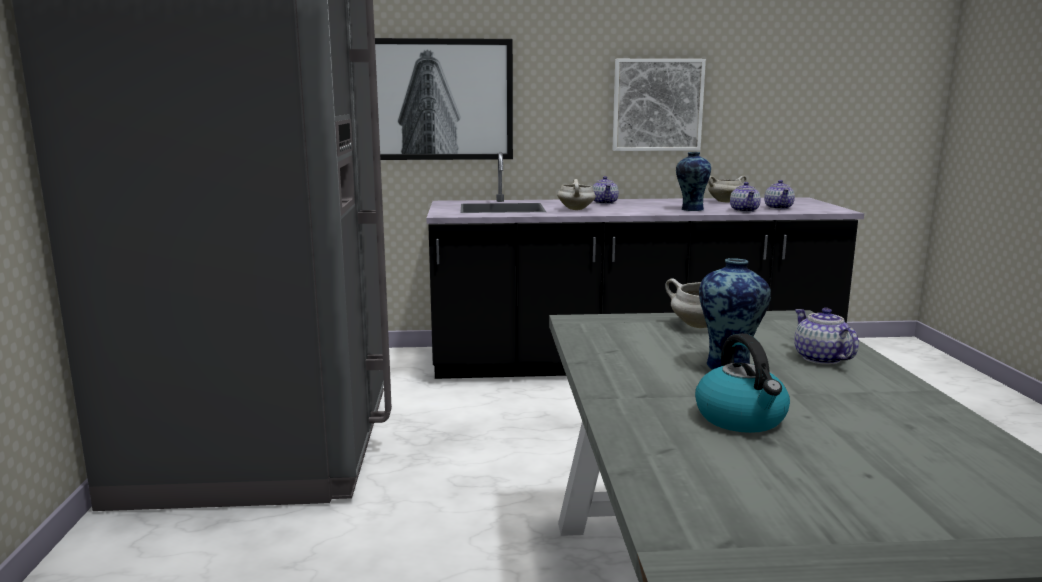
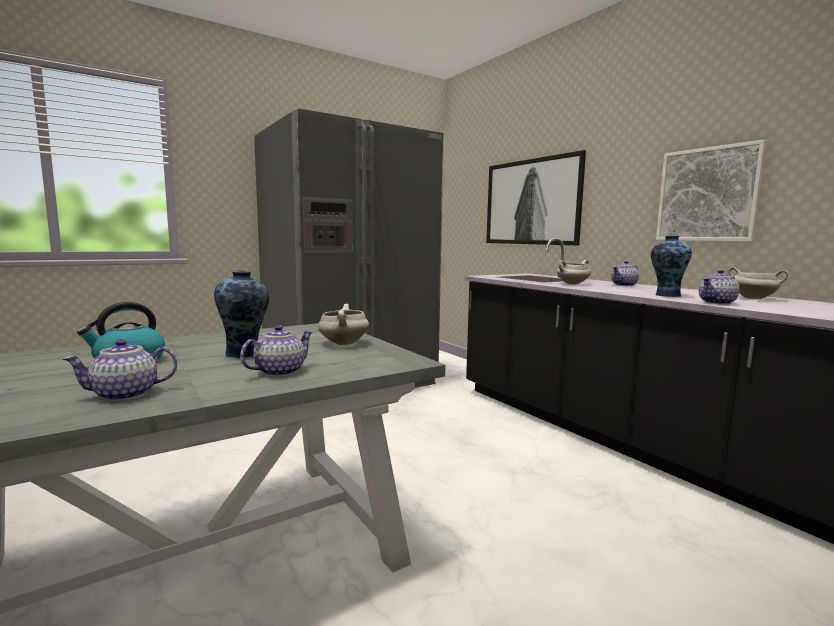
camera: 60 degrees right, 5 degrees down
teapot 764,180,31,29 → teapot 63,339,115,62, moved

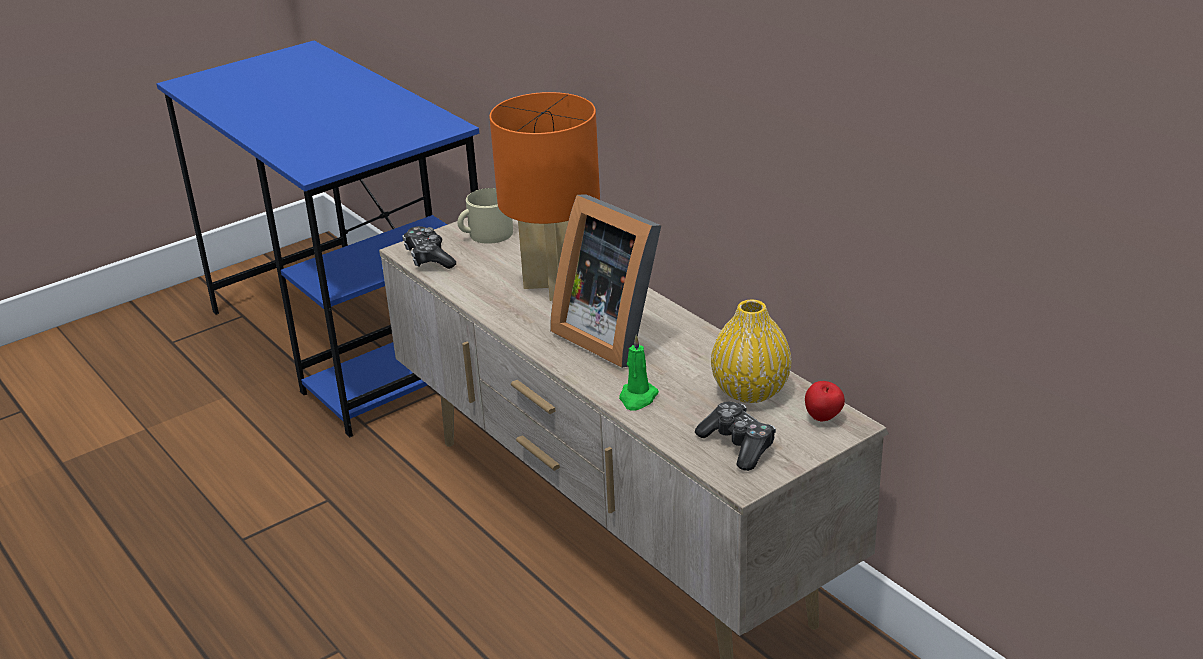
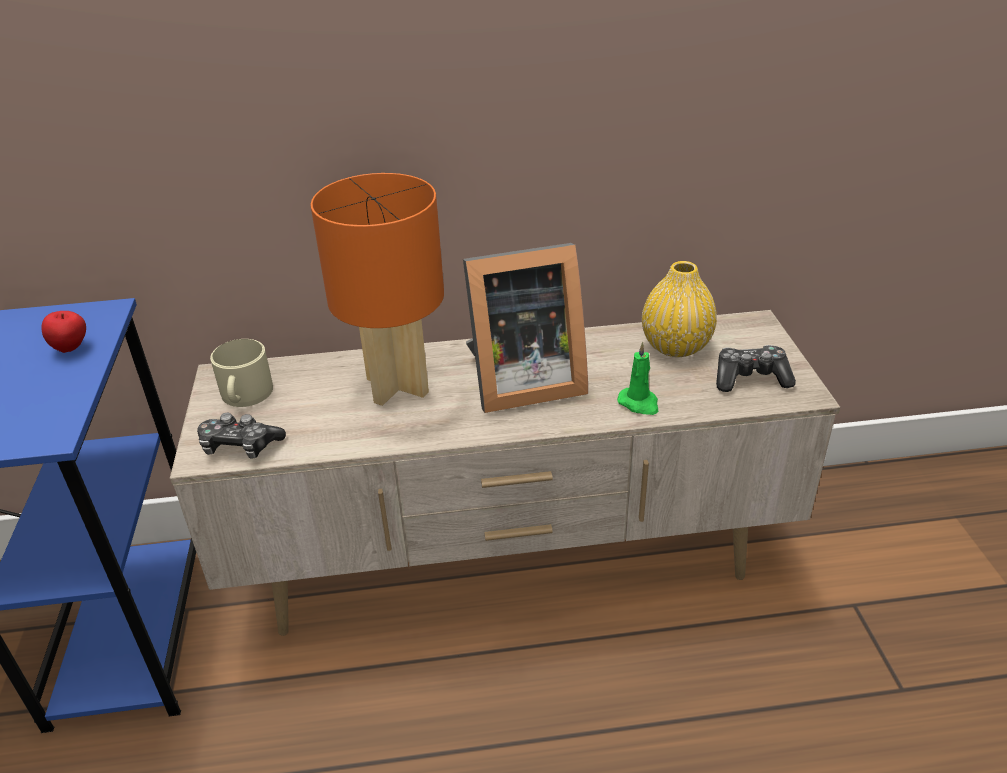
camera: 60 degrees left, 5 degrees up
apple 805,381,40,40 → apple 41,311,45,42, moved

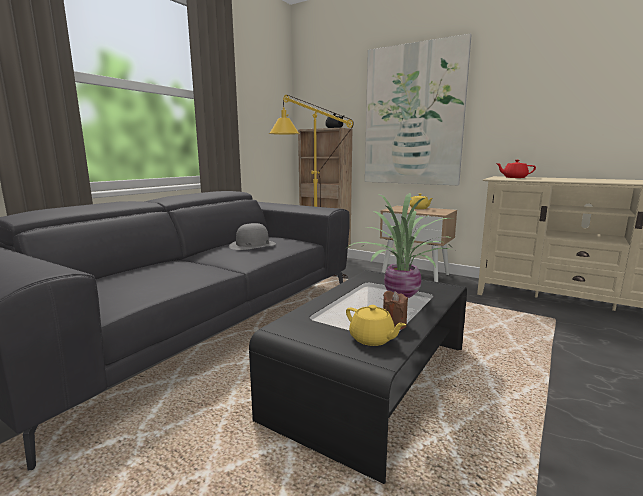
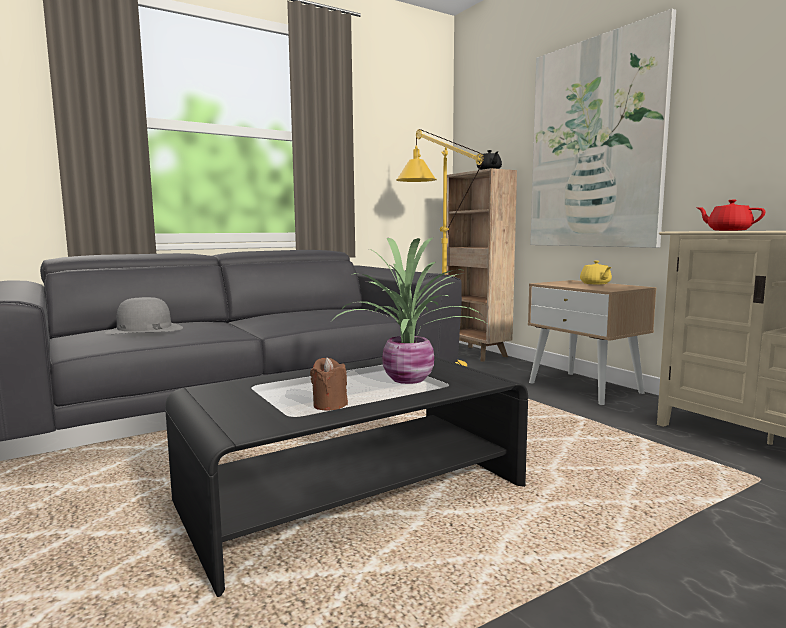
camera: 25 degrees right, 5 degrees down
hat/grey 229,223,47,27 → hat/grey 105,297,78,37, moved
teapot/yellow 346,305,60,41 → -

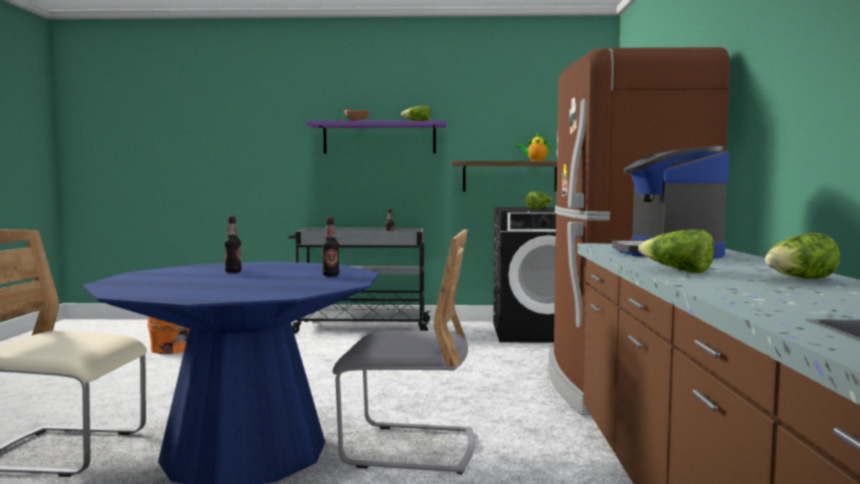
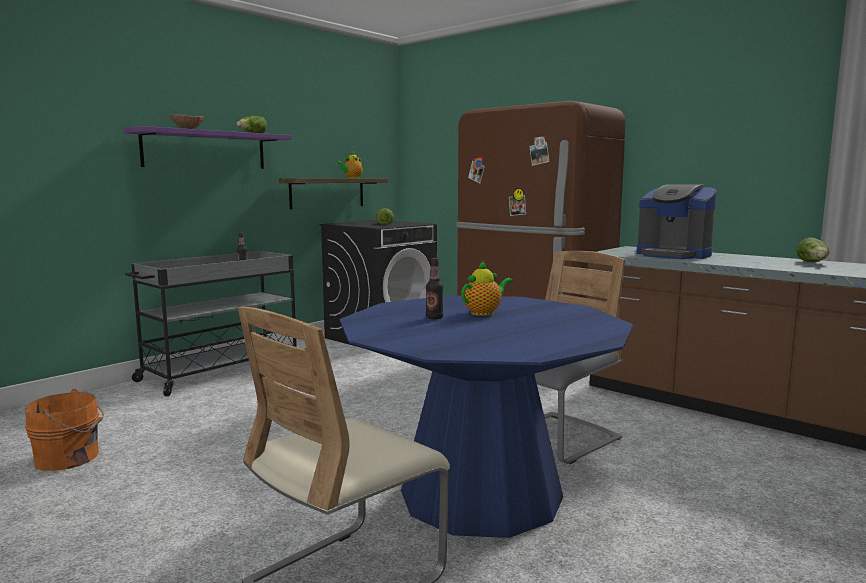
camera: 50 degrees left, 5 degrees up
- → teapot 461,261,51,55
bottle 322,217,17,59 → -
lettuce 638,230,76,43 → -

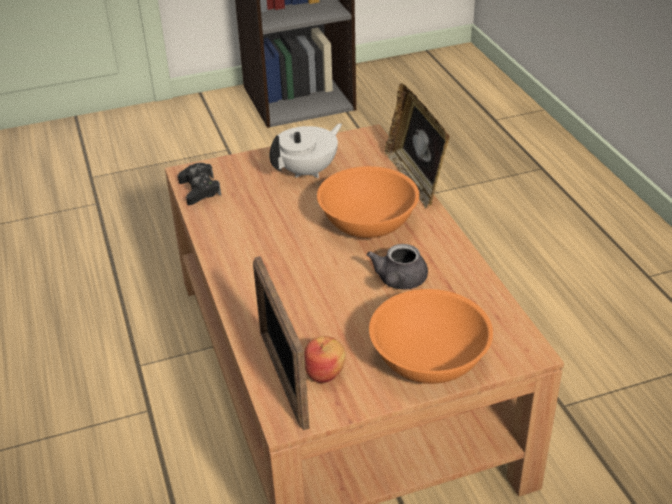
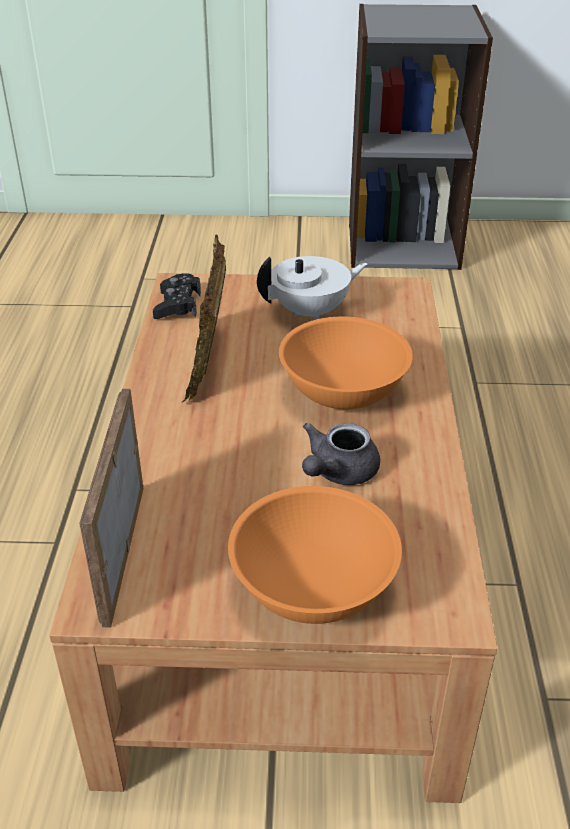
camera: 20 degrees right, 0 degrees up
picture frame 384,83,66,125 → picture frame 181,234,45,169, moved
apple 304,336,42,47 → -

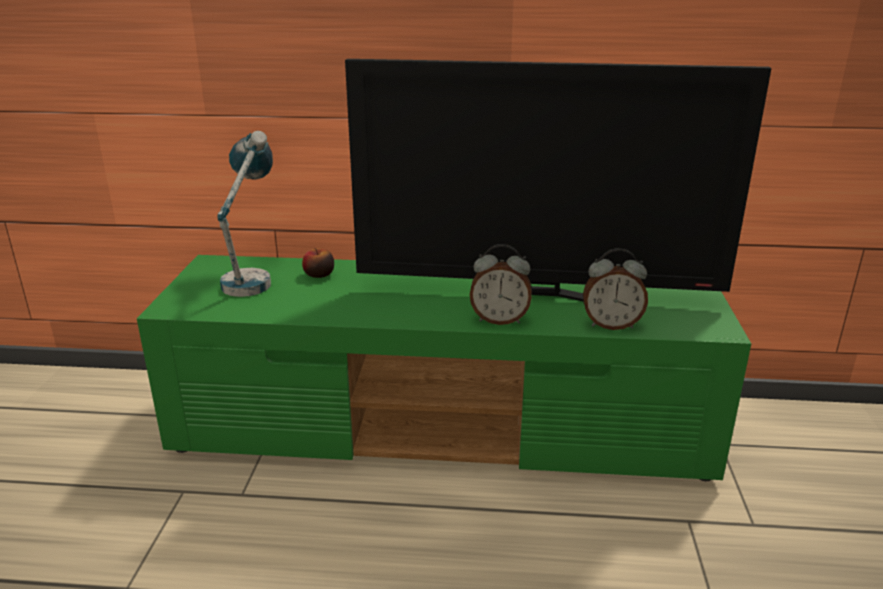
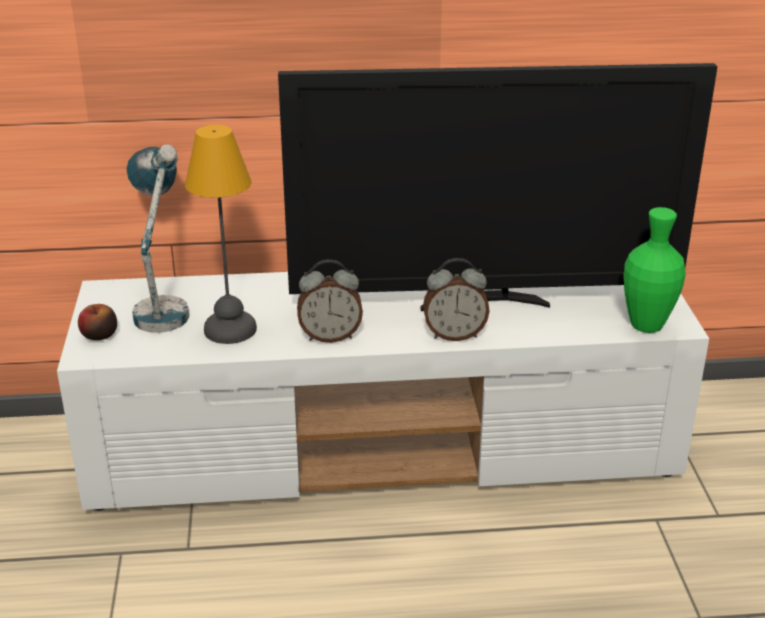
camera: 10 degrees left, 5 degrees up
tv stand/green 137,255,614,226 → tv stand/white 57,272,652,239
apple 302,248,32,30 → apple 78,304,39,36, moved
- → table lamp 185,125,72,219
alarm clock 583,248,65,82 → alarm clock 297,259,66,84, moved
- → vase/green 624,207,62,126

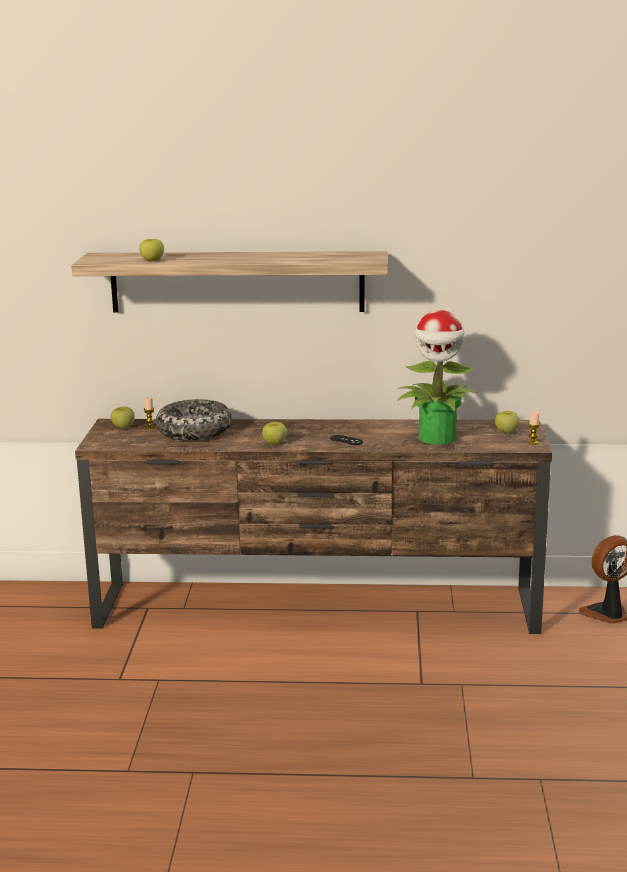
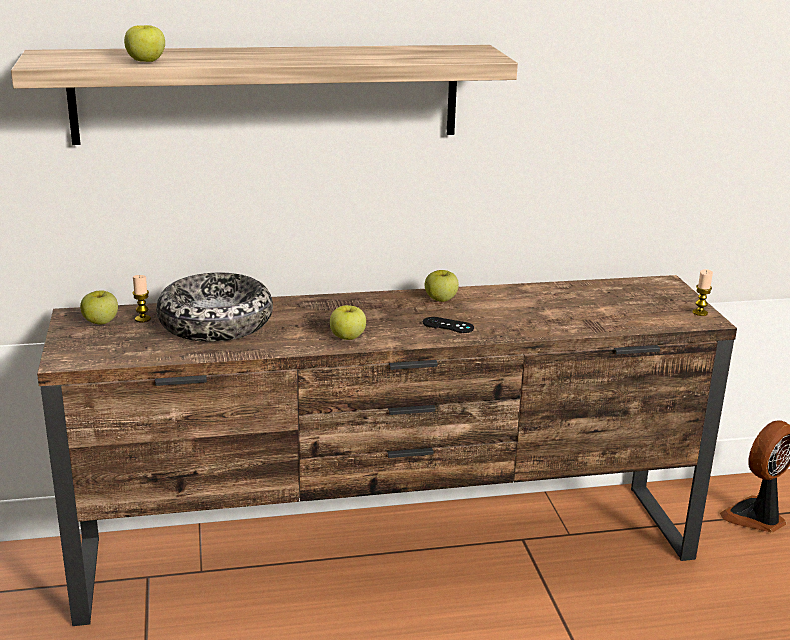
camera: 15 degrees left, 5 degrees up
apple 495,411,24,22 → apple 425,270,34,32, moved
potted plant 397,310,80,135 → -

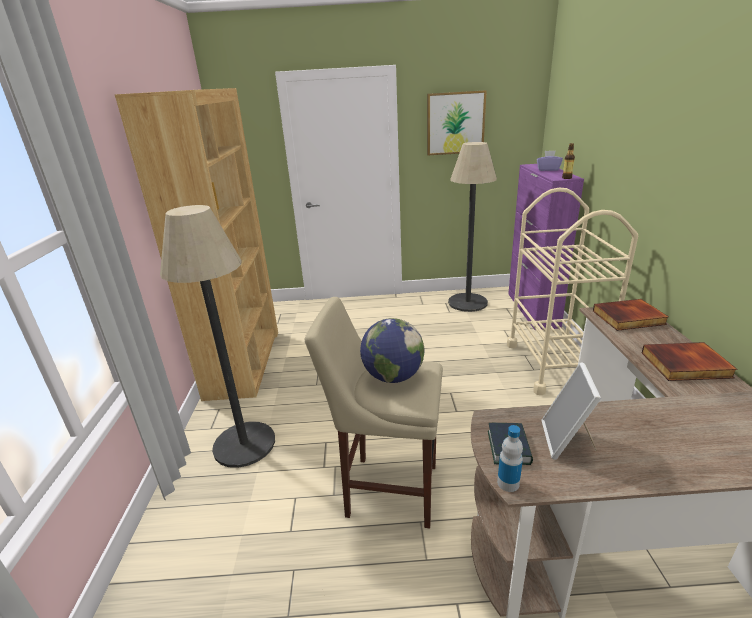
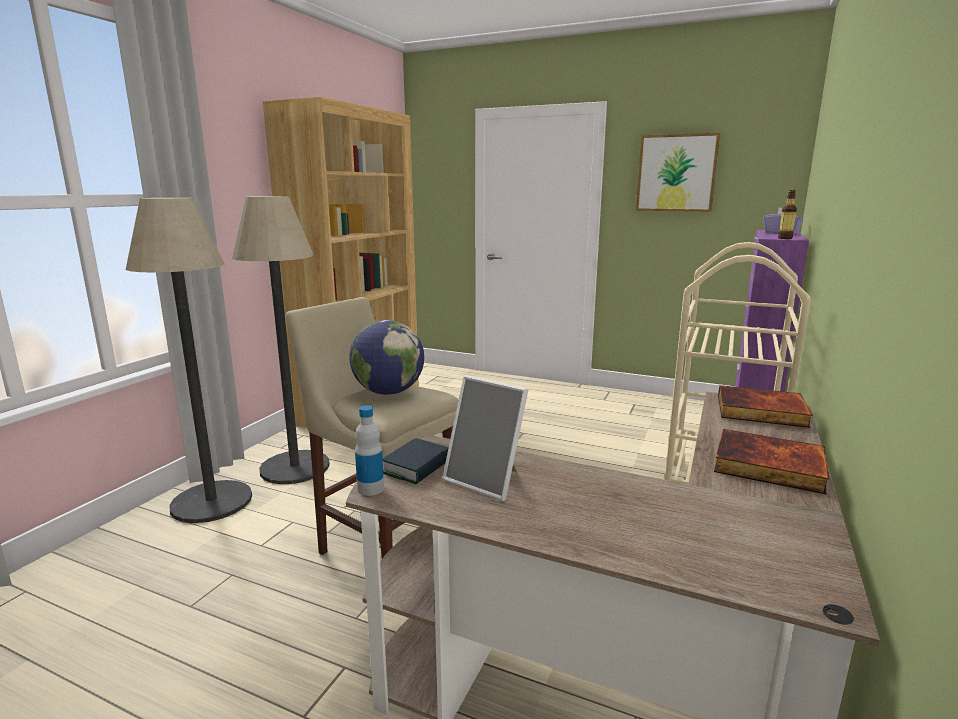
camera: 25 degrees right, 10 degrees down
floor lamp 448,142,49,170 → floor lamp 126,198,126,325, moved
picture frame 542,362,59,98 → picture frame 442,375,86,126, 90 degrees counterclockwise

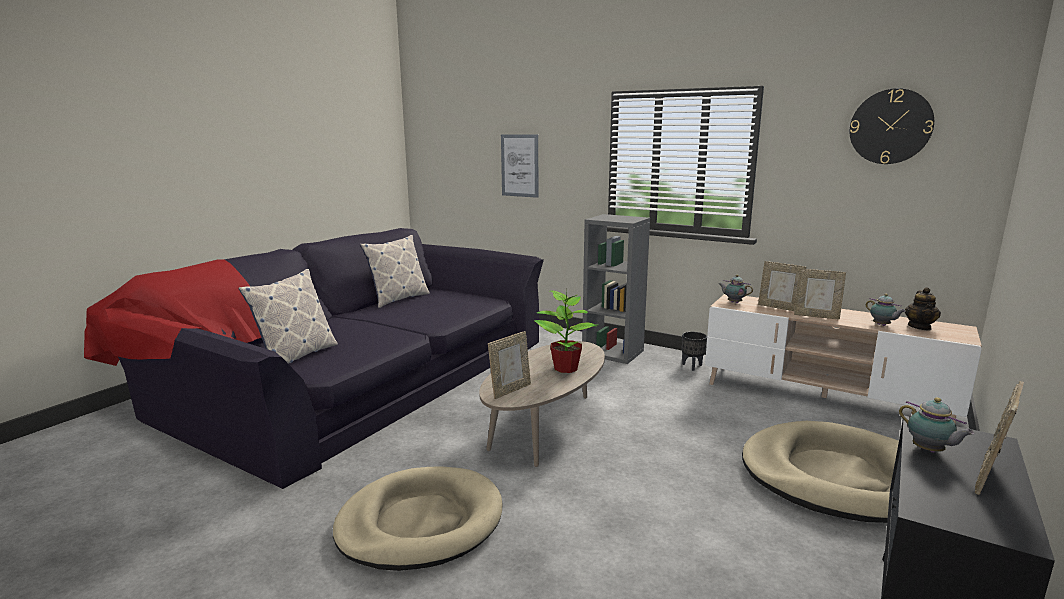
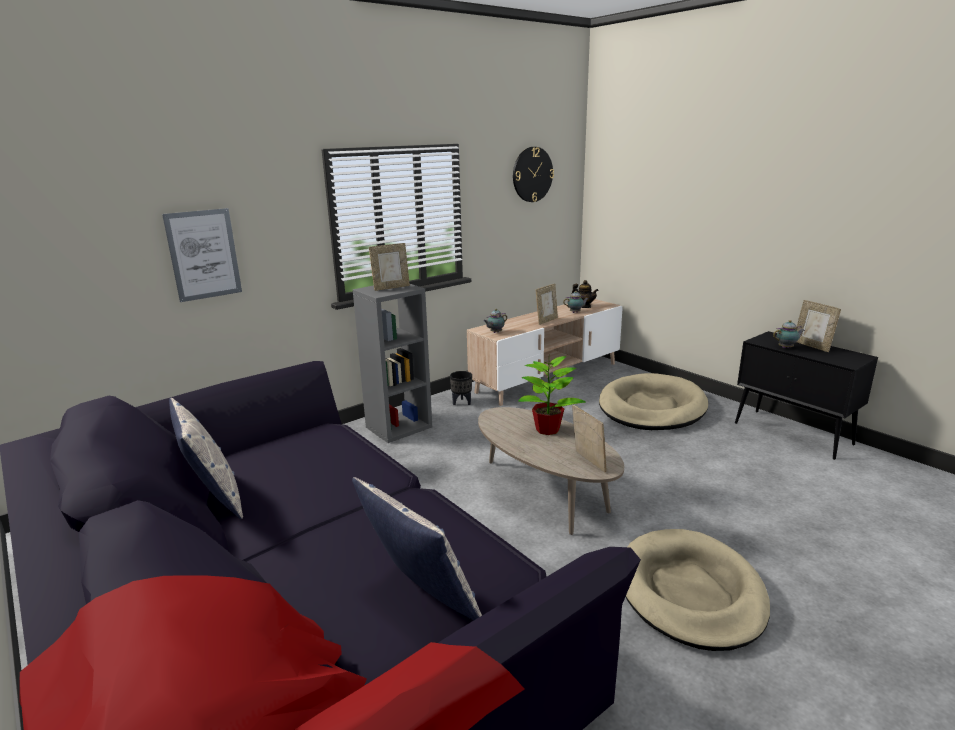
camera: 70 degrees left, 5 degrees up
picture frame 758,261,48,50 → picture frame 369,243,41,48, moved

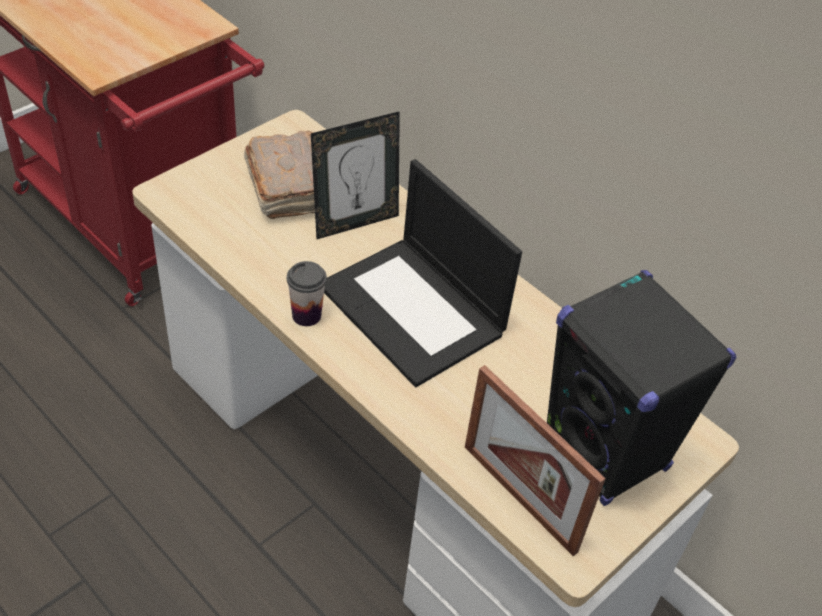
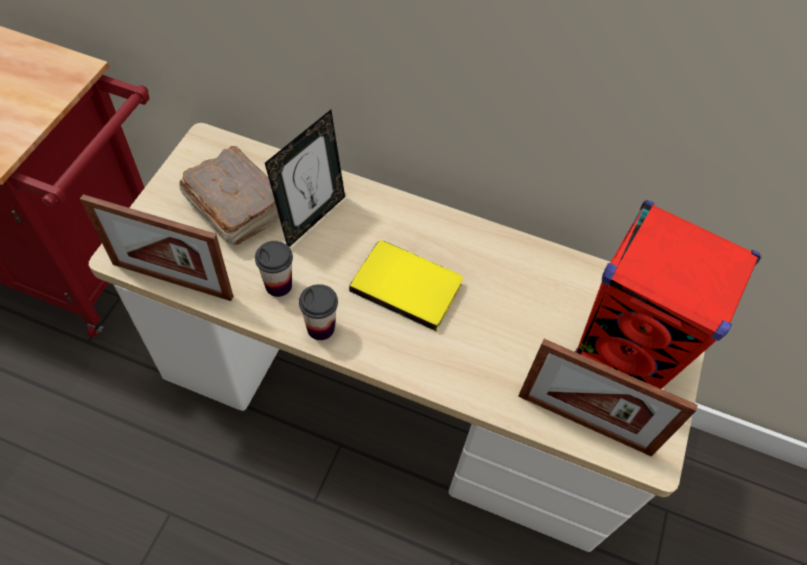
camera: 25 degrees left, 10 degrees up
- → picture frame 80,194,154,107
- → cup 255,241,38,56
laptop 324,159,198,228 → book/yellow 349,240,114,91
speaker/black 547,270,190,236 → speaker/red 575,200,186,189

